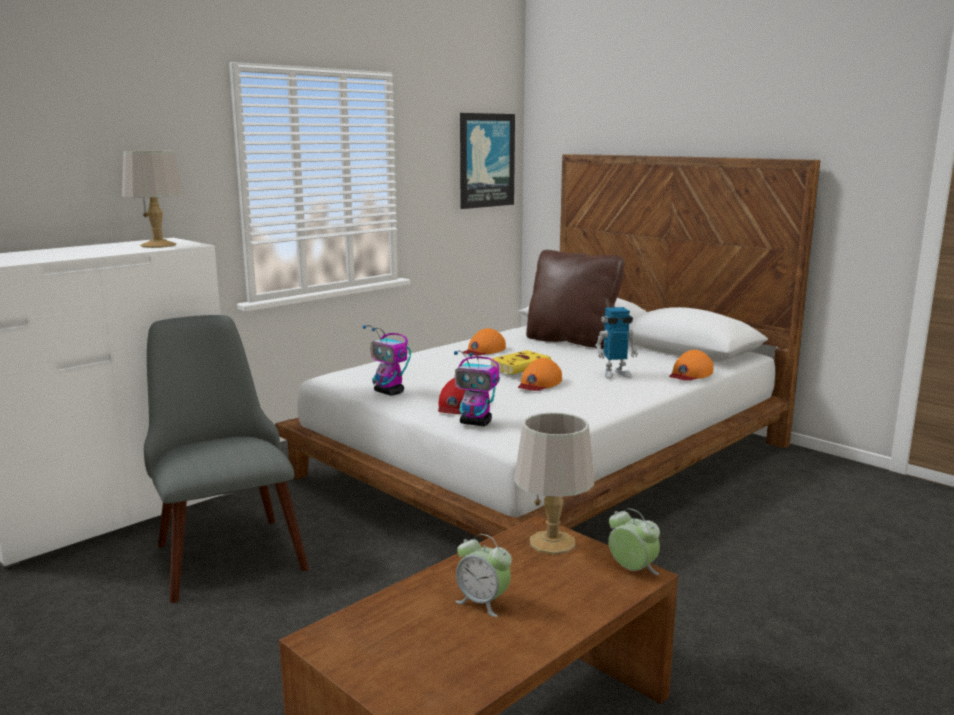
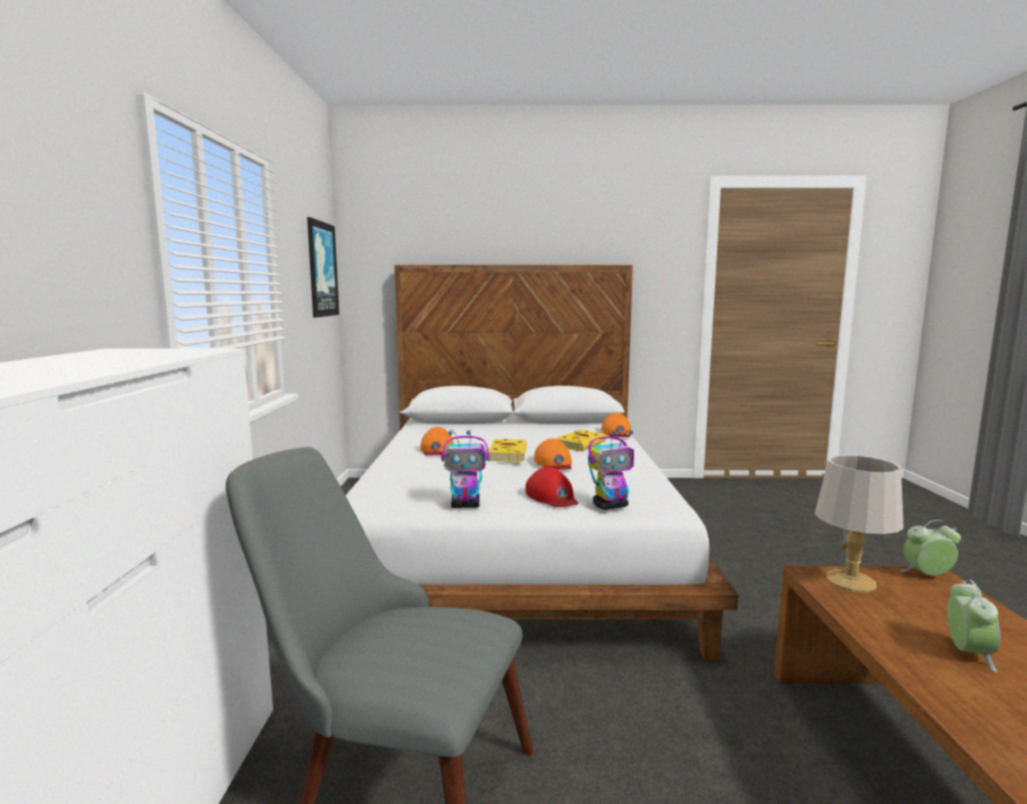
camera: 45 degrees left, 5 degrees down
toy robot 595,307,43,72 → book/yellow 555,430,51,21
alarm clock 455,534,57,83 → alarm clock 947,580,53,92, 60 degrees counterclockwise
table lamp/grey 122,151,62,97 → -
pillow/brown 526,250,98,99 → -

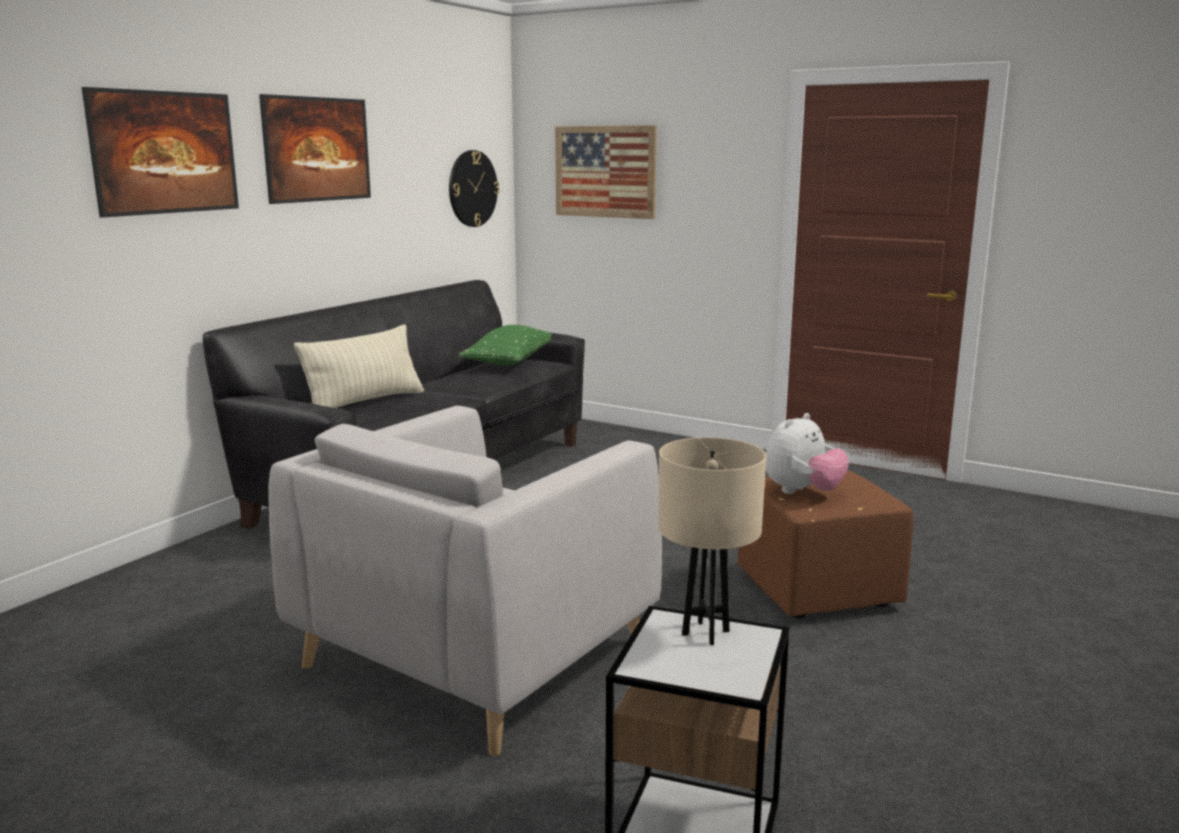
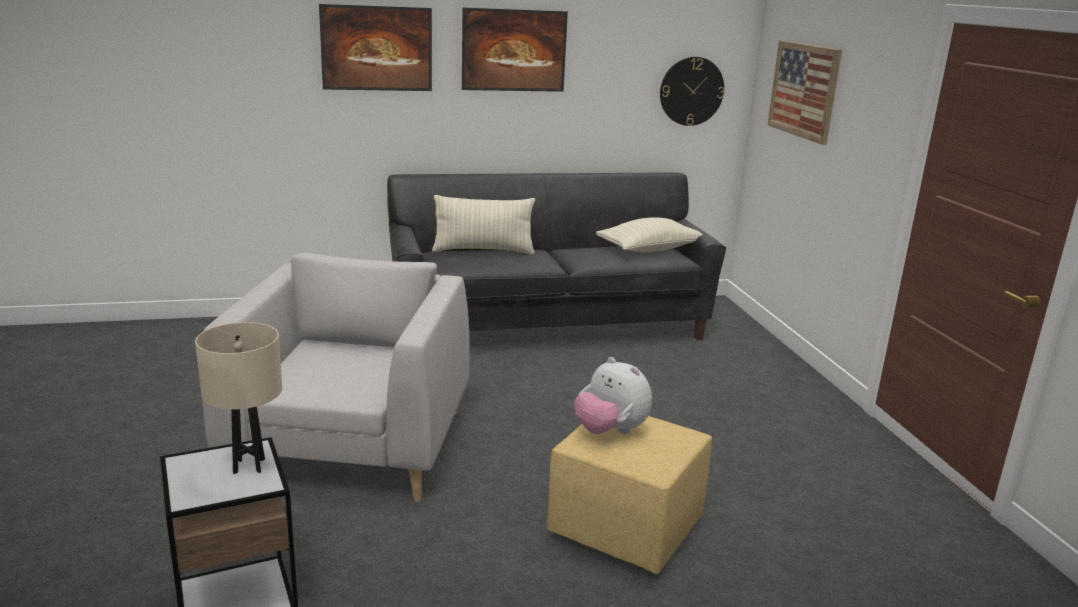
camera: 45 degrees right, 5 degrees up
armchair/grey 268,406,394,350 → armchair/grey 202,253,267,249, 105 degrees clockwise
ottoman/brown 738,470,175,148 → ottoman/yellow 547,416,165,158
plush toy 766,413,83,81 → plush toy 574,357,78,77, 45 degrees clockwise
pillow/green 459,325,93,40 → pillow/beige 596,217,107,35

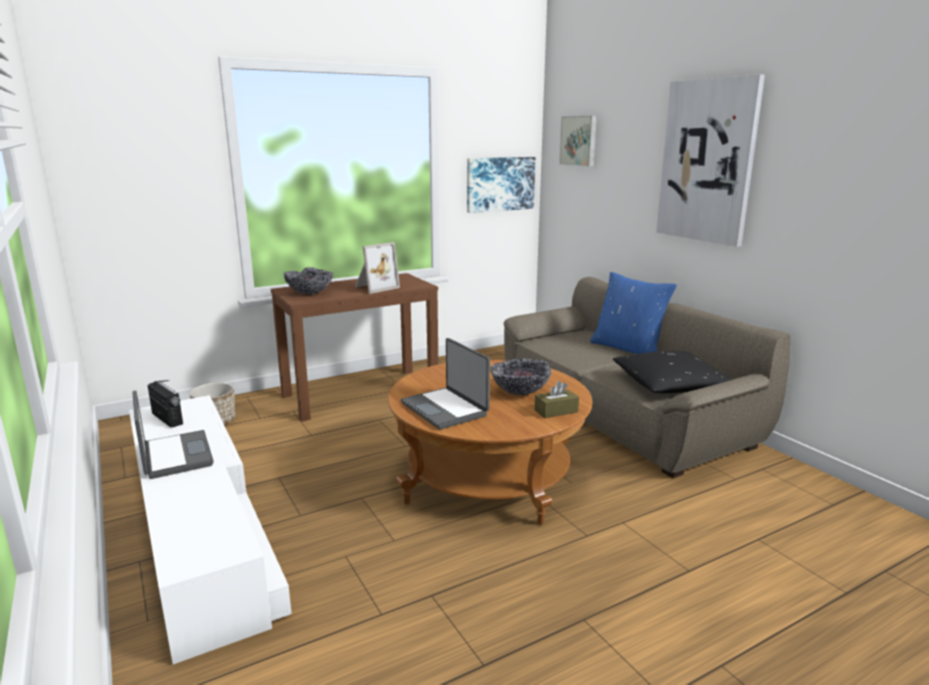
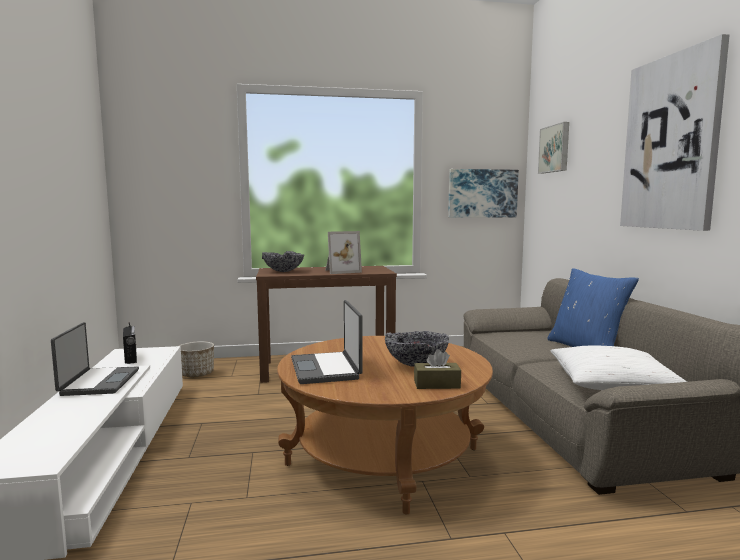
camera: 20 degrees right, 10 degrees down
pillow/black 613,351,120,42 → pillow/white 551,346,136,44

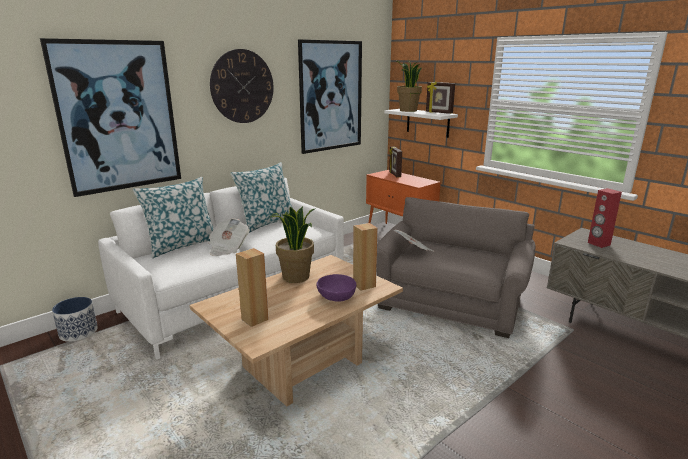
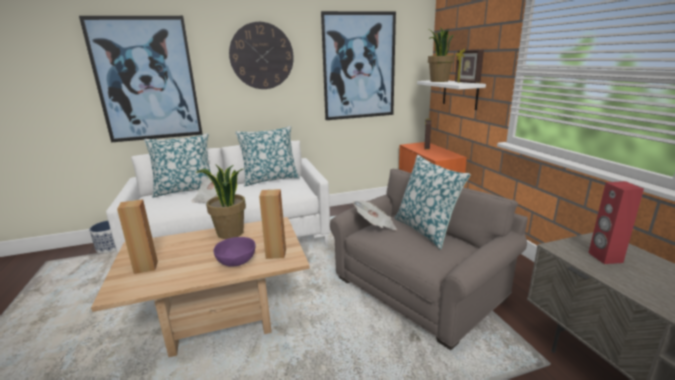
camera: 25 degrees right, 0 degrees up
- → pillow 394,155,77,95

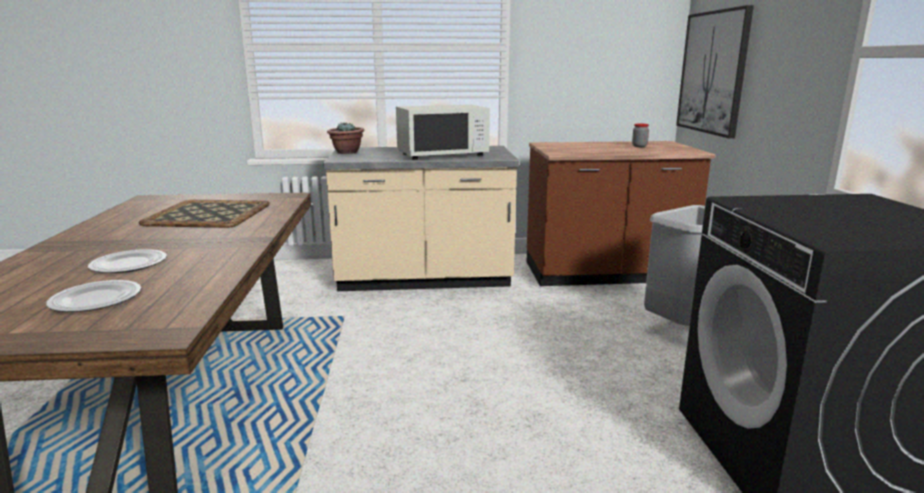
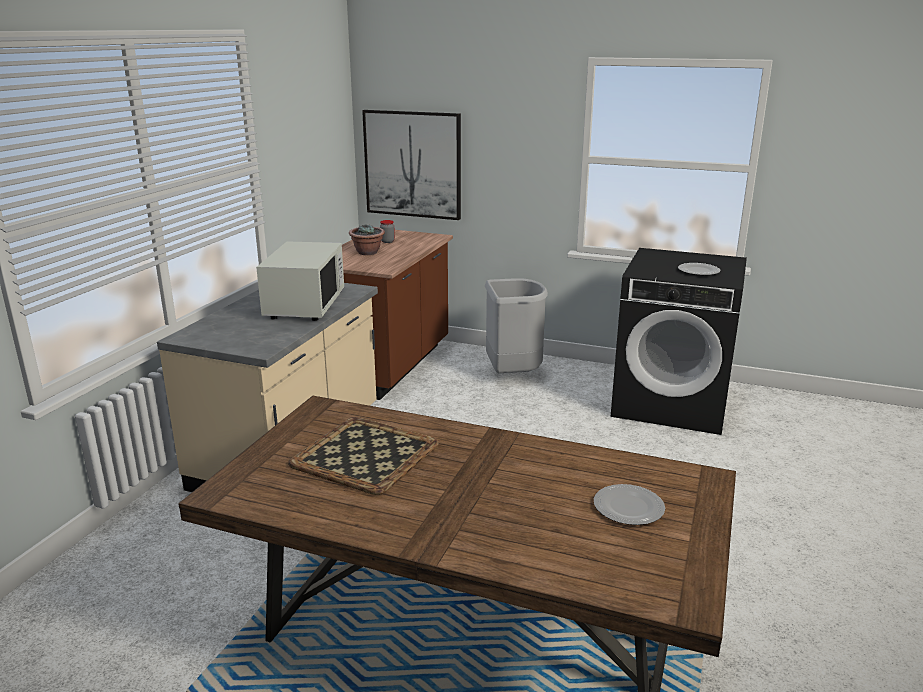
camera: 65 degrees left, 5 degrees up
potted plant 327,122,37,32 → potted plant 349,224,36,31, moved
plate 88,249,79,24 → plate 678,263,43,13, moved

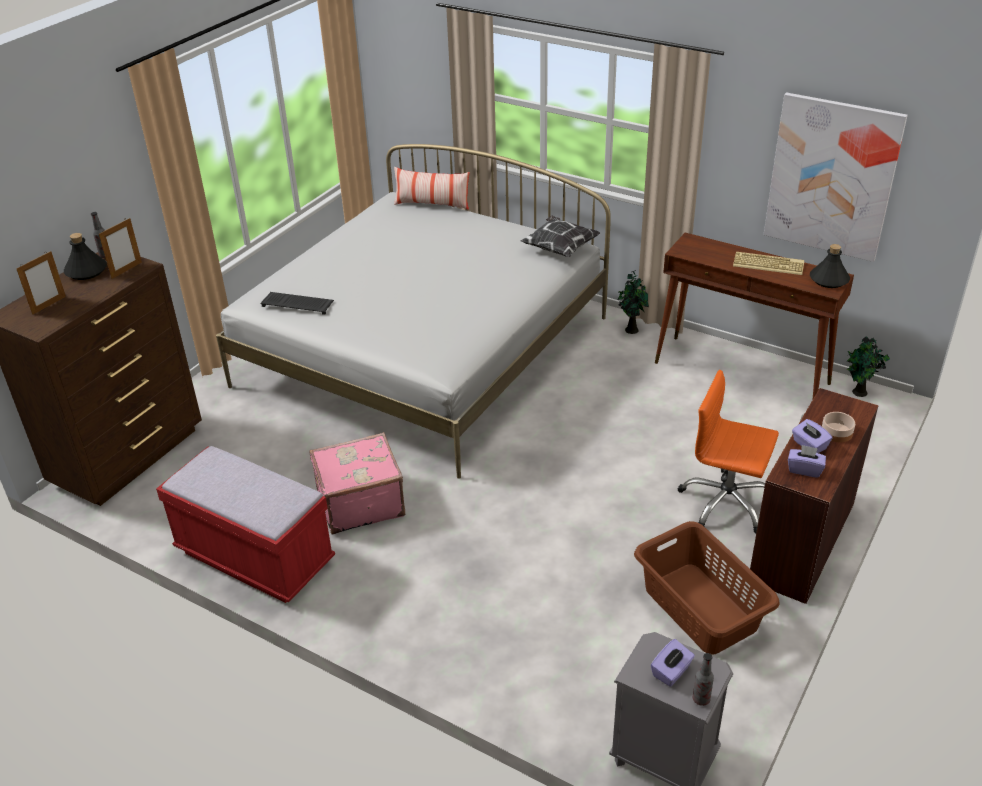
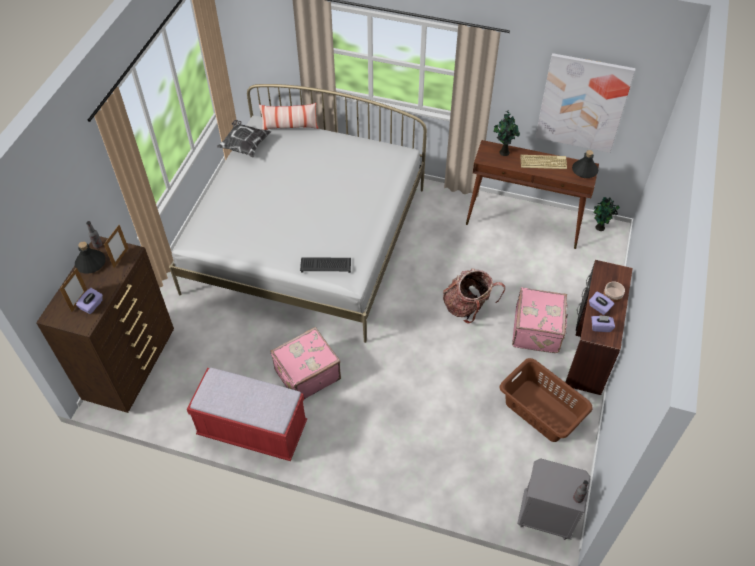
camera: 15 degrees left, 15 degrees up
tissue box/purple 651,639,44,48 → tissue box/purple 76,288,27,26, moved
pillow 521,216,79,42 → pillow 217,120,54,37, moved
keyboard 260,292,74,23 → keyboard 300,257,51,16, moved
- → backpack 443,269,62,55
potted plant 618,270,31,64 → potted plant 494,110,26,46, moved
office chair/orange 678,370,101,164 → suitcase/pink 512,287,56,66

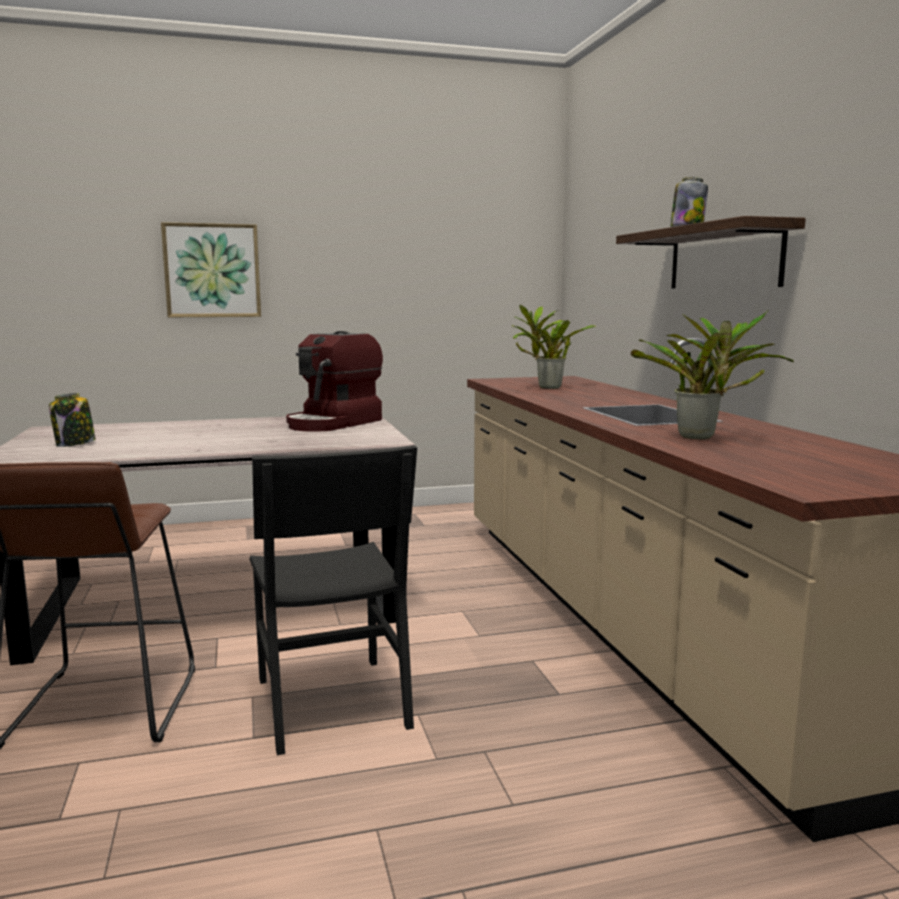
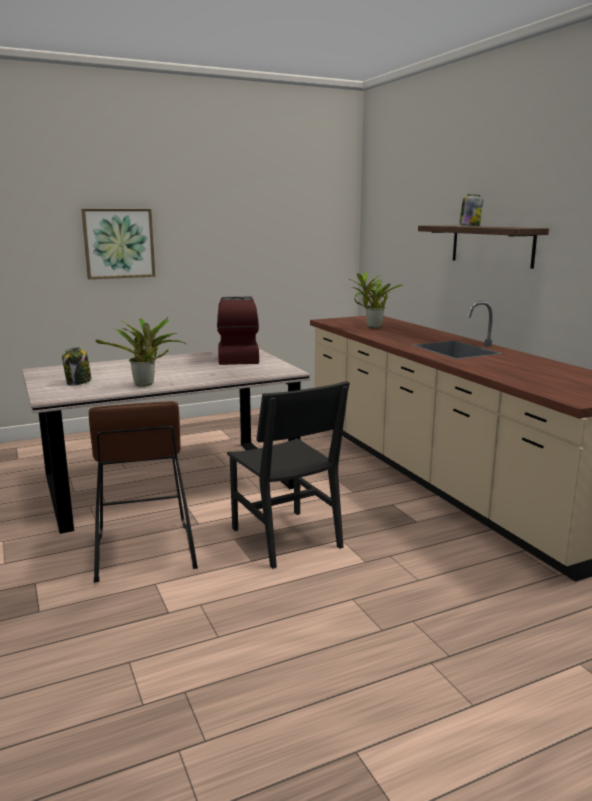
camera: 10 degrees left, 5 degrees up
potted plant 630,310,164,129 → potted plant 96,317,90,70, moved
coffee machine 286,331,97,101 → coffee machine 217,297,42,68, 150 degrees clockwise

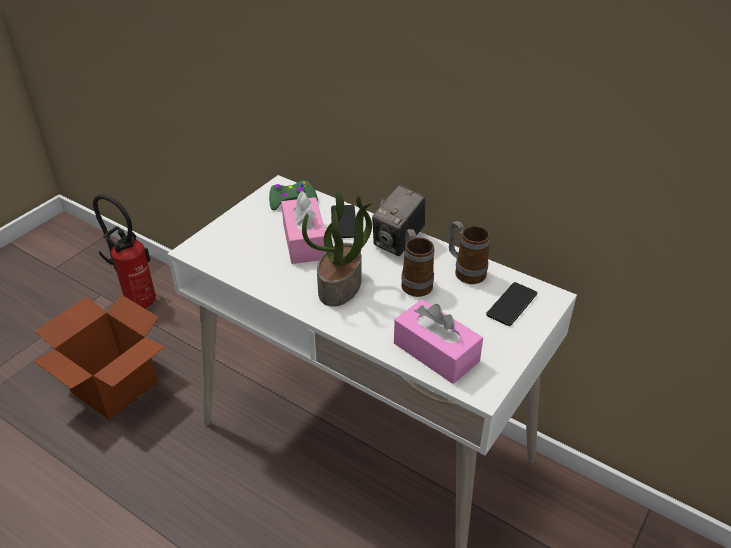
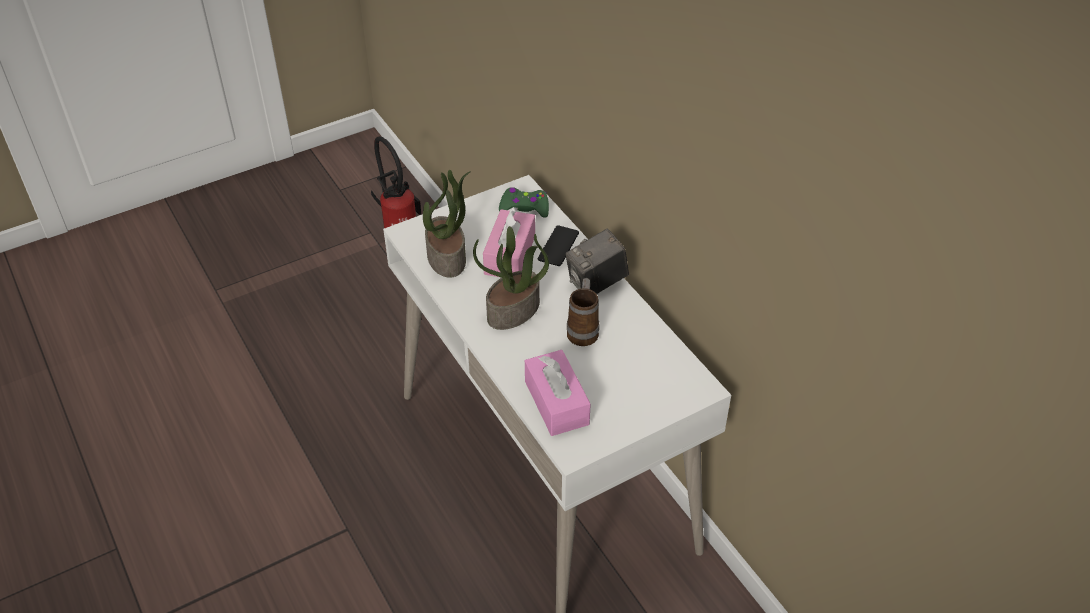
camera: 25 degrees right, 5 degrees up
- → potted plant 423,170,48,108
cardboard box 34,295,131,125 → -
mug 449,221,41,63 → -
phone 486,282,51,44 → -

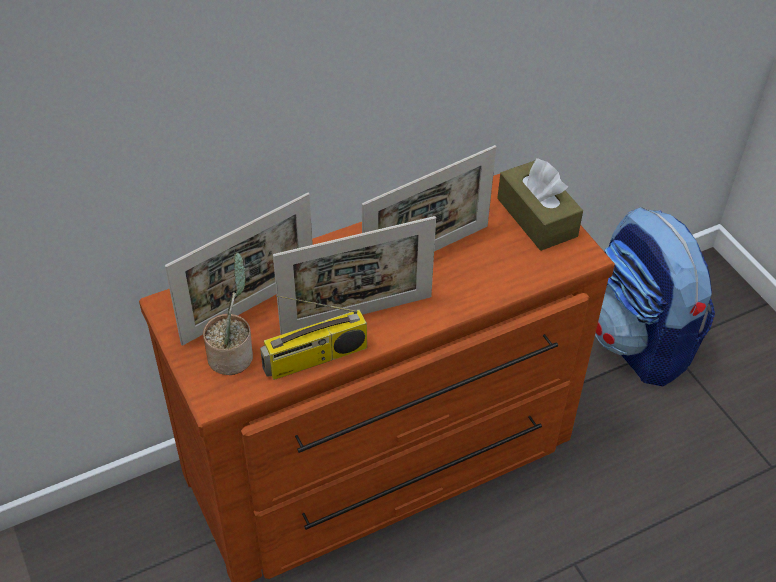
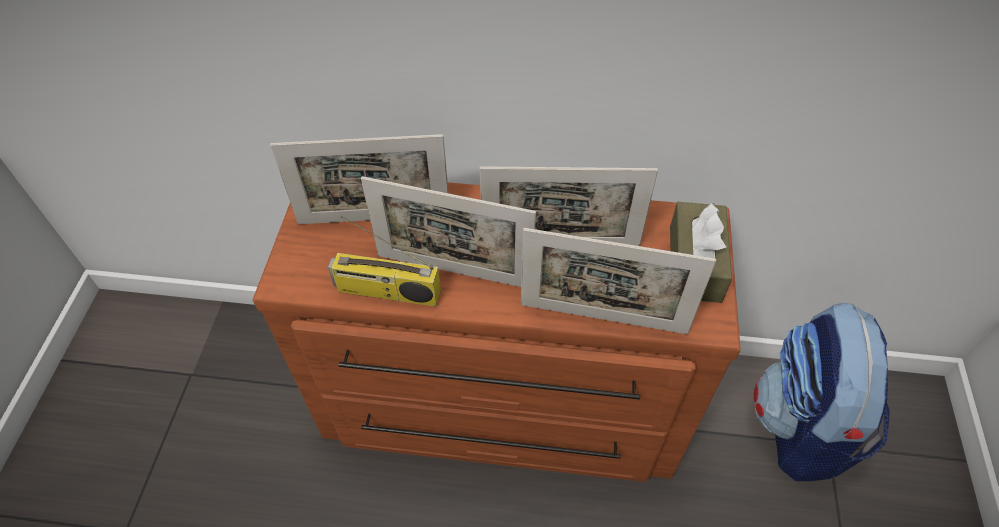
camera: 35 degrees right, 5 degrees up
- → picture frame 521,228,195,106
potted plant 203,252,50,123 → -

